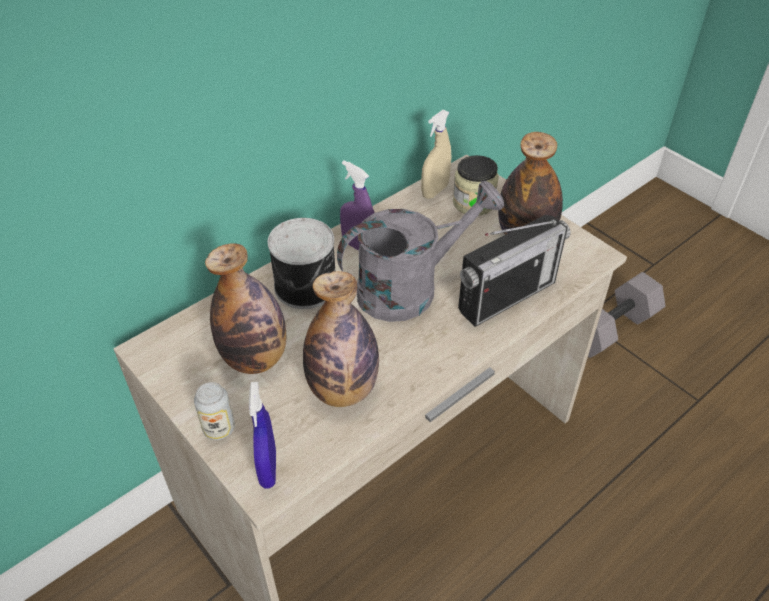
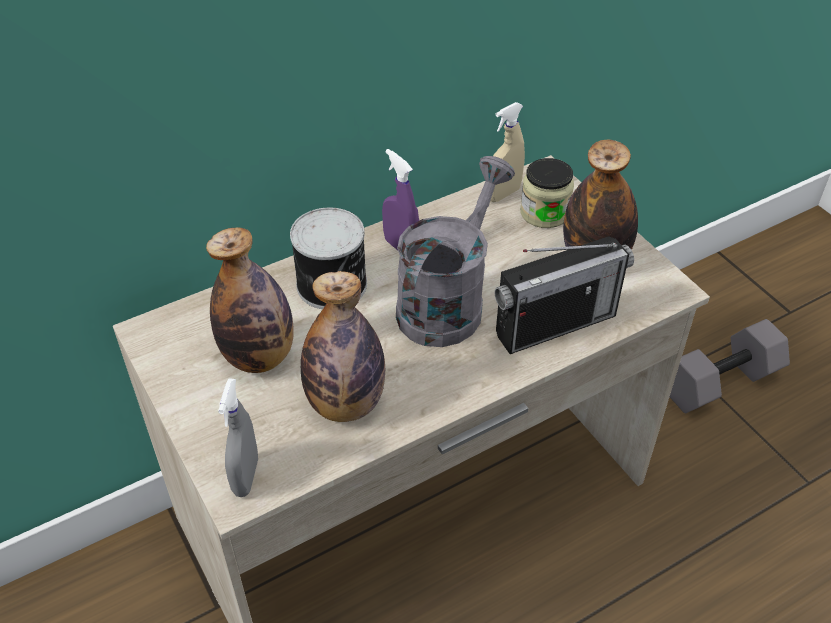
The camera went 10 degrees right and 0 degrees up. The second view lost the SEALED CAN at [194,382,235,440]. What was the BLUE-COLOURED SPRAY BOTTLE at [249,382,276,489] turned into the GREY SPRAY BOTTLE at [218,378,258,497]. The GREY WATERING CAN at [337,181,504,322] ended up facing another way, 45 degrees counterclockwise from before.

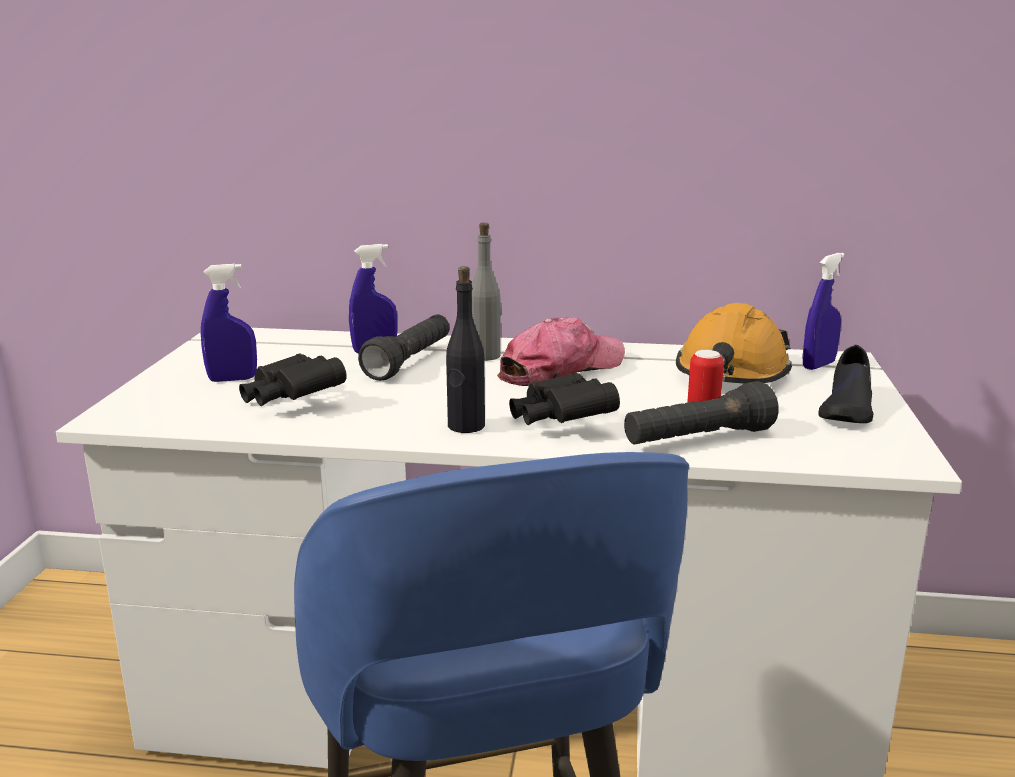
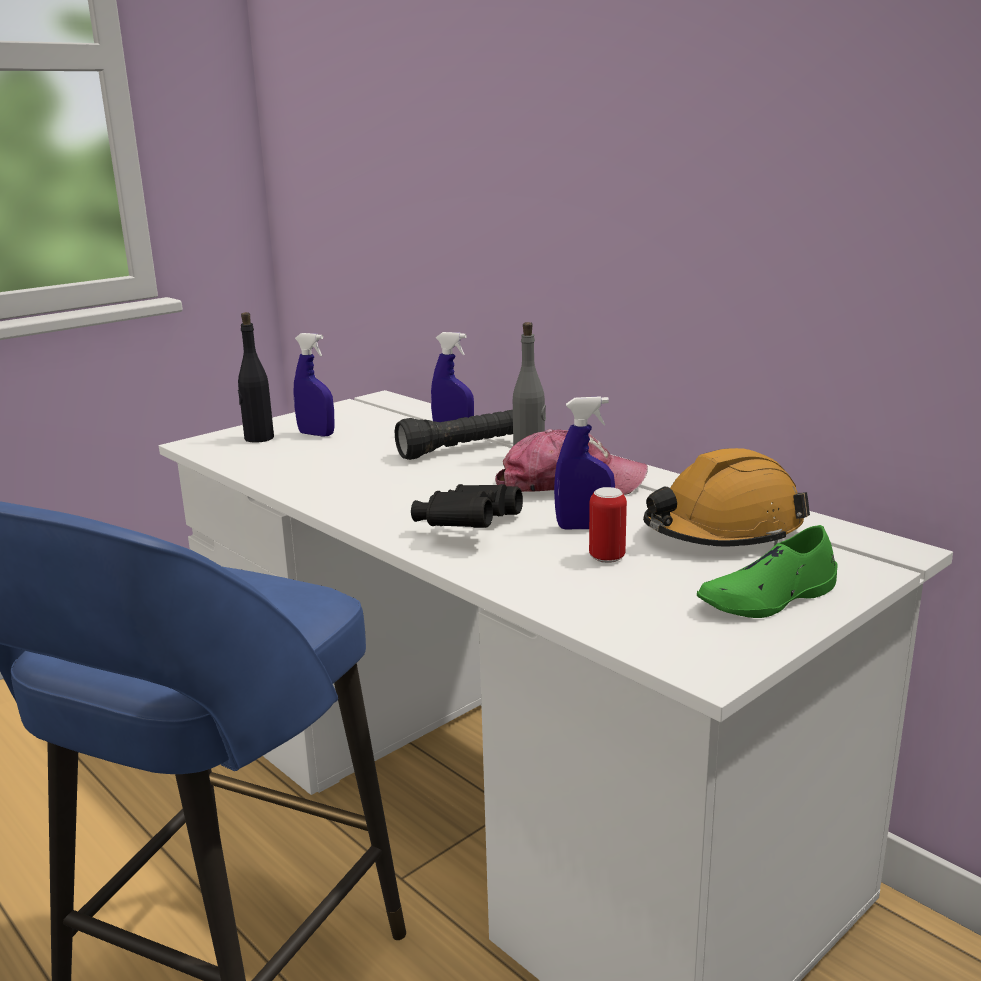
The camera went 40 degrees right and 0 degrees up. The second view lost the BLACK-COLOURED BINOCULARS at [239,354,347,406]. The second view lost the BLACK-COLOURED TORCH at [624,381,779,445]. The BLACK-COLOURED BOTTLE ended up elsewhere, having gone from [446,266,485,433] to [238,312,274,443]. The BLUE-COLOURED SPRAY BOTTLE ended up elsewhere, having gone from [803,253,845,370] to [554,396,615,529]. What was the BLACK-COLOURED SHOE at [818,345,874,423] turned into the GREEN SHOE at [697,525,838,618].

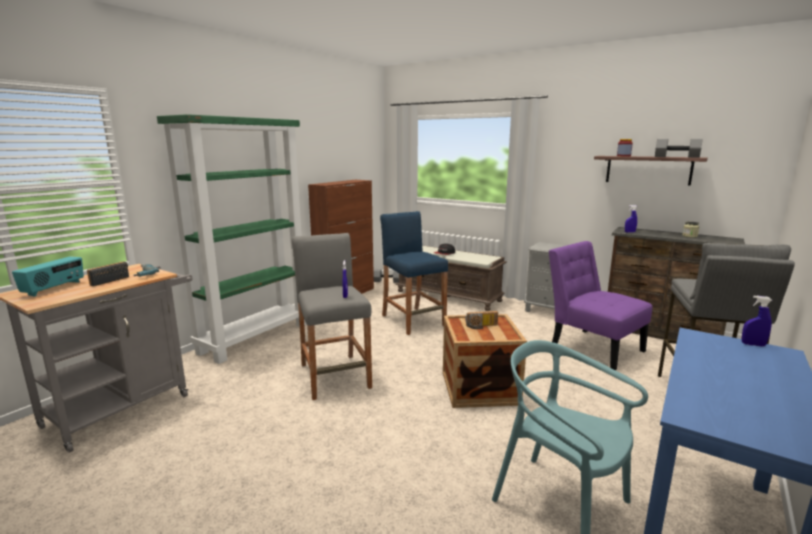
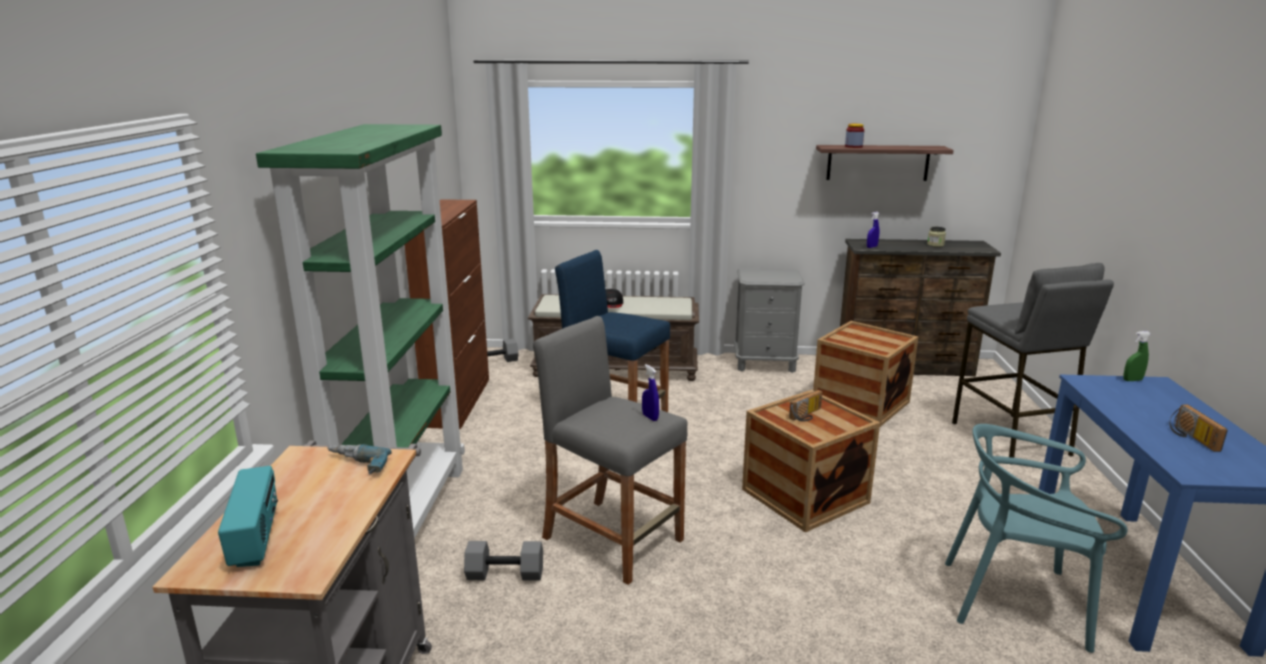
The camera went 30 degrees left and 5 degrees up. The RADIO RECEIVER ended up elsewhere, having gone from [87,261,129,286] to [1169,405,1228,452]. The GREY DUMBBELL ended up elsewhere, having gone from [655,139,703,158] to [464,541,543,581]. Where the PURPLISH PLAIN CHAIR stood at [549,241,653,370], the SHIPPING CRATE came to stand at [813,321,918,427]. What was the BLUE-COLOURED SPRAY BOTTLE at [741,296,772,347] turned into the GREEN SPRAY BOTTLE at [1123,331,1151,381].

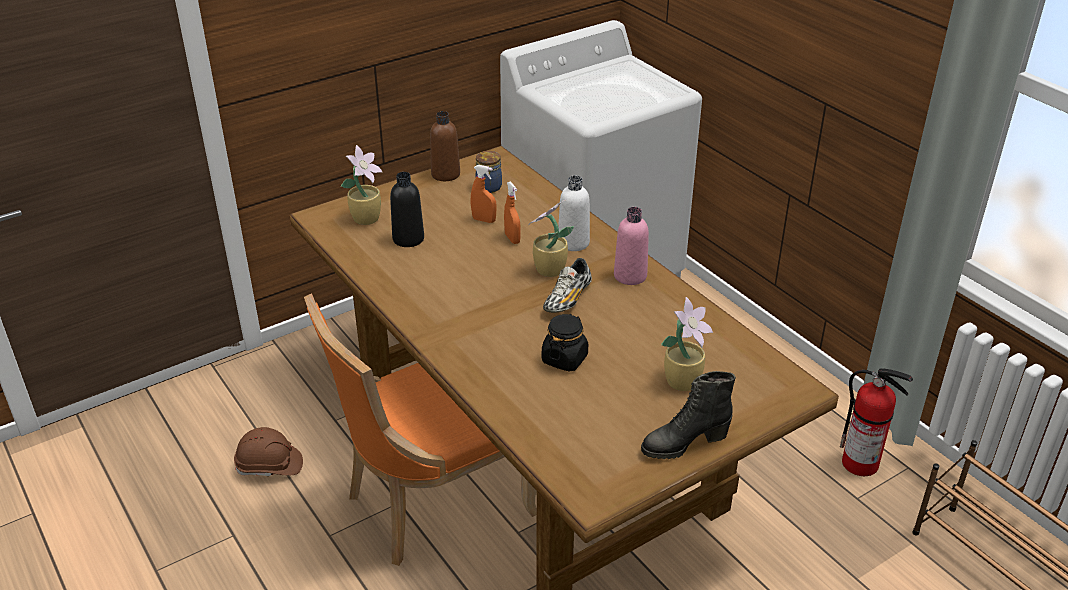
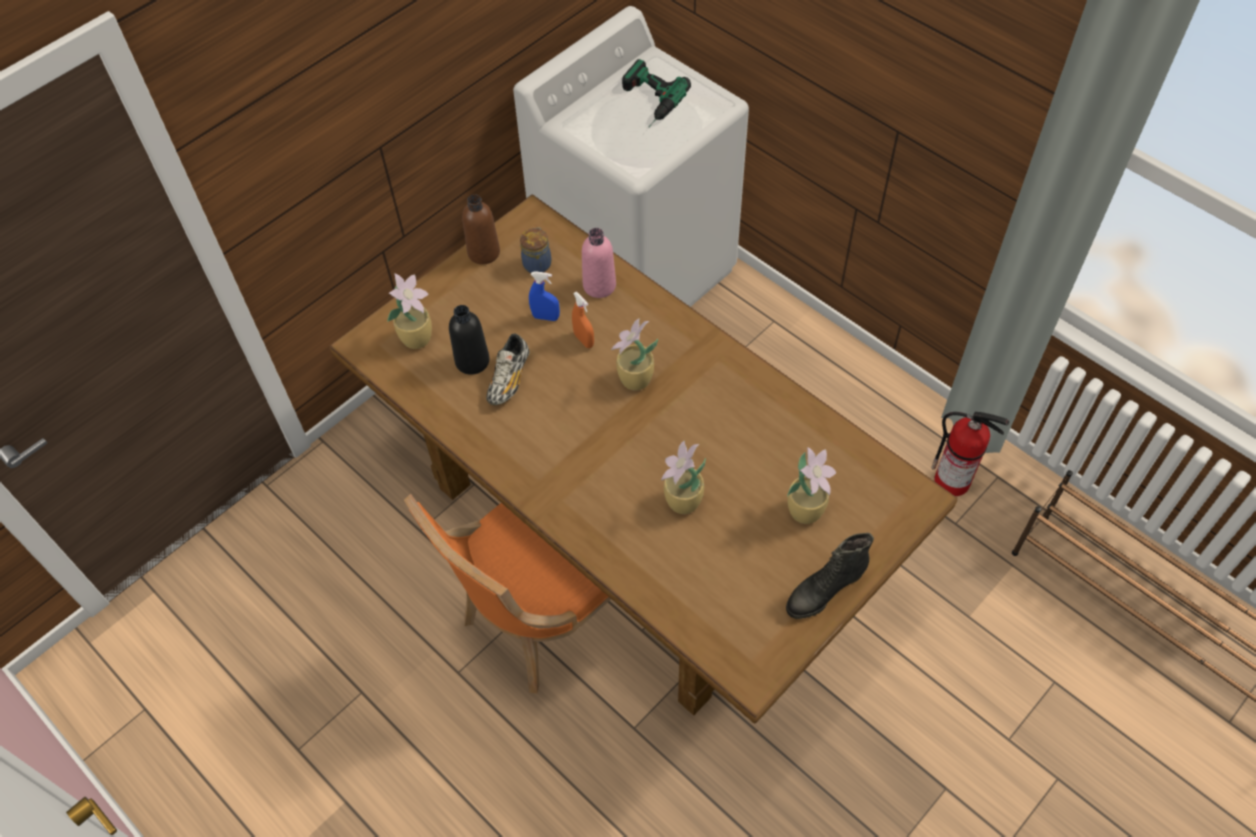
The camera went 10 degrees left and 20 degrees up. The second view lost the BROWNISH HARD HAT at [234,427,303,476]. The second view lost the WHITISH BOTTLE at [558,175,590,251]. The second view gained the POWER DRILL at [622,59,691,127]. The SHOE ended up elsewhere, having gone from [543,258,592,313] to [486,334,529,405]. The PINK-COLOURED BOTTLE ended up elsewhere, having gone from [614,207,649,285] to [582,228,616,298]. Where the BLACK-COLOURED STORAGE JAR stood at [542,314,588,372], the HOUSEPLANT came to stand at [661,441,706,514]. What was the ORANGE SPRAY BOTTLE at [471,165,496,223] turned into the BLUE-COLOURED SPRAY BOTTLE at [529,271,560,321].

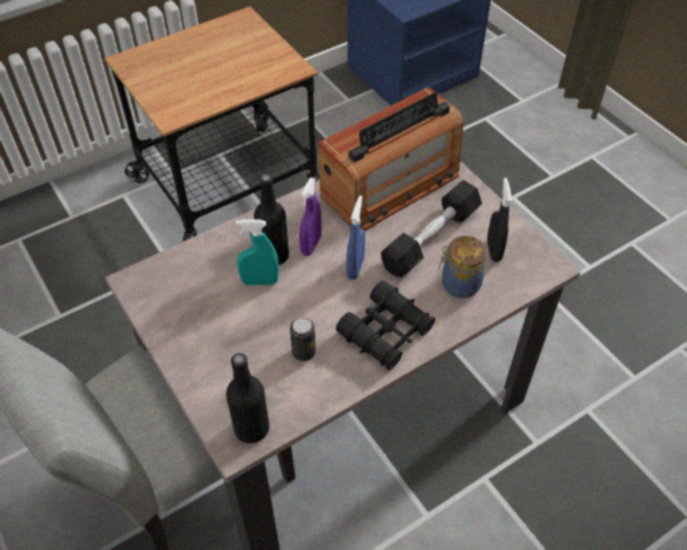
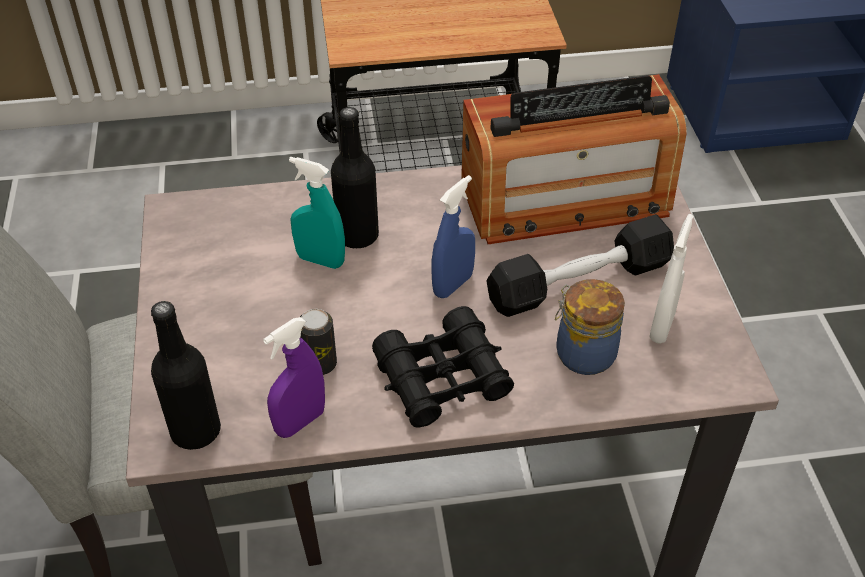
The camera went 25 degrees right and 5 degrees down. The PURPLISH SPRAY BOTTLE ended up elsewhere, having gone from [299,178,322,256] to [263,317,325,438]. What was the BLACK-COLOURED SPRAY BOTTLE at [487,178,512,262] turned into the WHITISH SPRAY BOTTLE at [649,214,693,344].

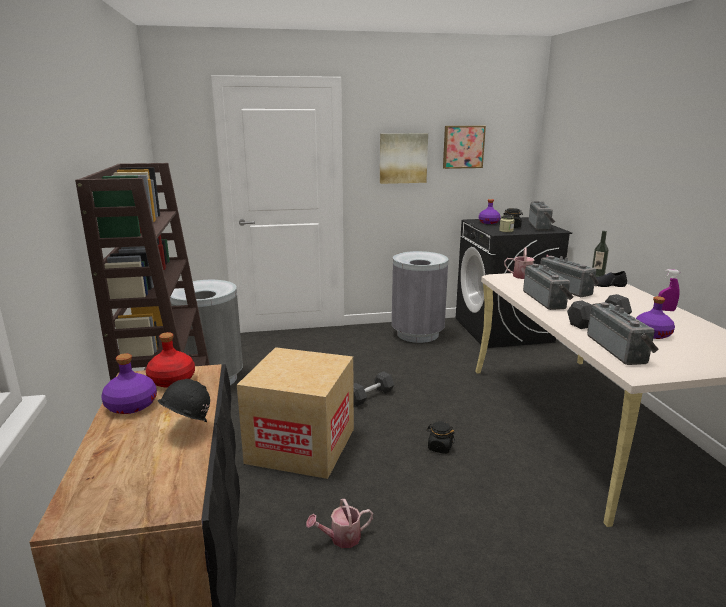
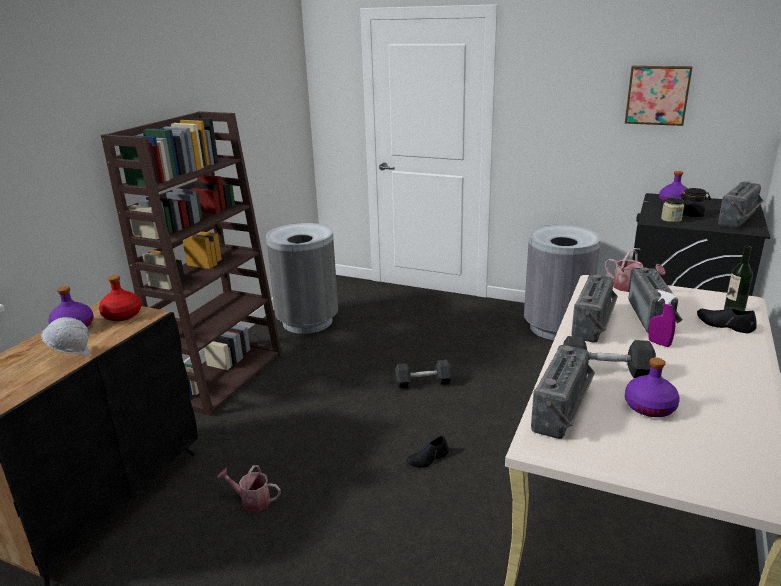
The camera went 35 degrees right and 5 degrees up. The second view lost the CARDBOARD BOX at [237,347,354,479]. The second view lost the WALL ART at [380,133,428,184]. The PURPLISH SPRAY BOTTLE ended up elsewhere, having gone from [658,269,680,311] to [648,290,676,347]. Where the BLACK-COLOURED STORAGE JAR stood at [426,421,455,454], the BLACK-COLOURED SHOE came to stand at [406,436,449,468]. What was the BLACK-COLOURED HARD HAT at [158,379,210,422] turned into the WHITISH HARD HAT at [41,317,90,356].

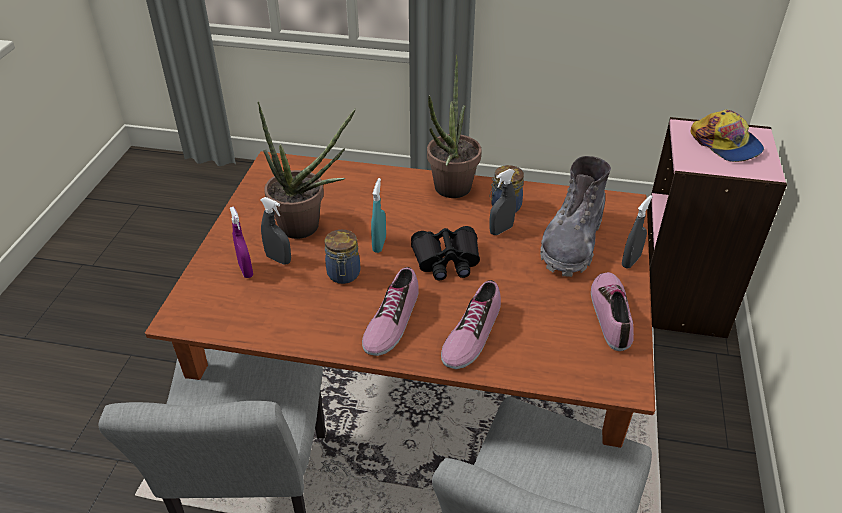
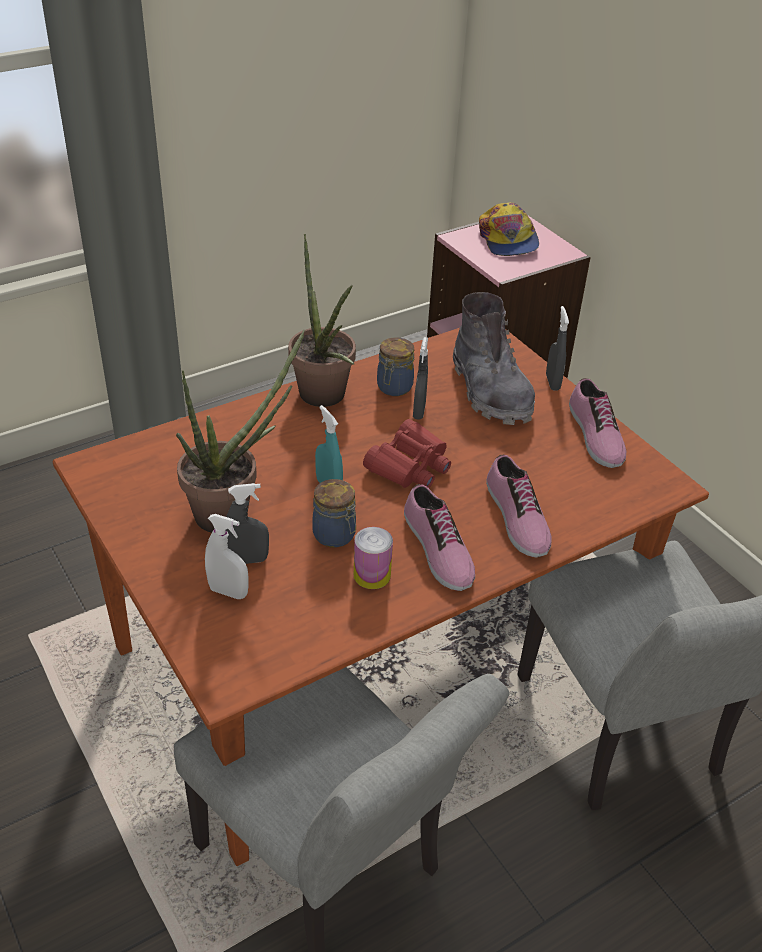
The camera went 45 degrees left and 0 degrees up. The second view gained the SEALED CAN at [354,527,393,589]. What was the PURPLISH SPRAY BOTTLE at [230,207,253,278] turned into the WHITISH SPRAY BOTTLE at [205,514,248,599]. What was the BLACK-COLOURED BINOCULARS at [411,226,480,280] turned into the REDDISH BINOCULARS at [363,419,451,488]. The SHOE at [591,272,634,351] ended up facing another way, 150 degrees counterclockwise from before. The BASEBALL CAP at [690,109,764,162] ended up facing another way, 60 degrees clockwise from before.

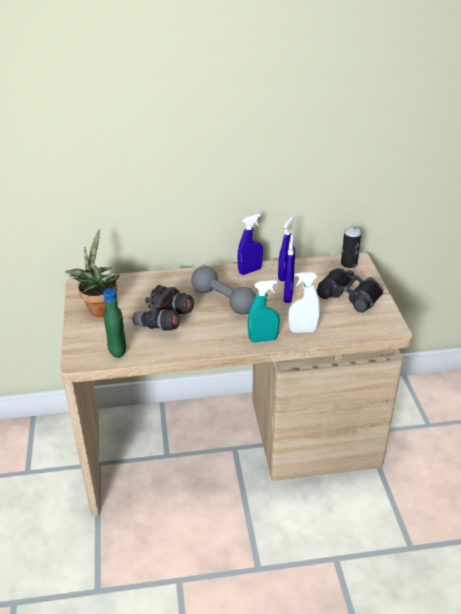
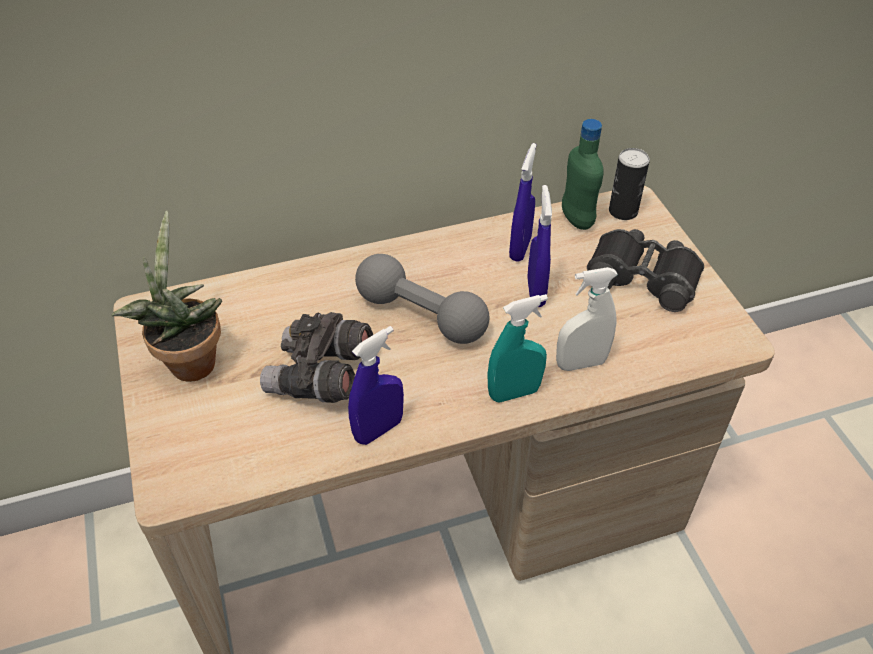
The camera went 10 degrees left and 10 degrees up. The GREEN BOTTLE ended up elsewhere, having gone from [103,288,126,358] to [562,119,604,230]. The BLUE-COLOURED SPRAY BOTTLE ended up elsewhere, having gone from [238,214,263,275] to [348,326,404,445].

